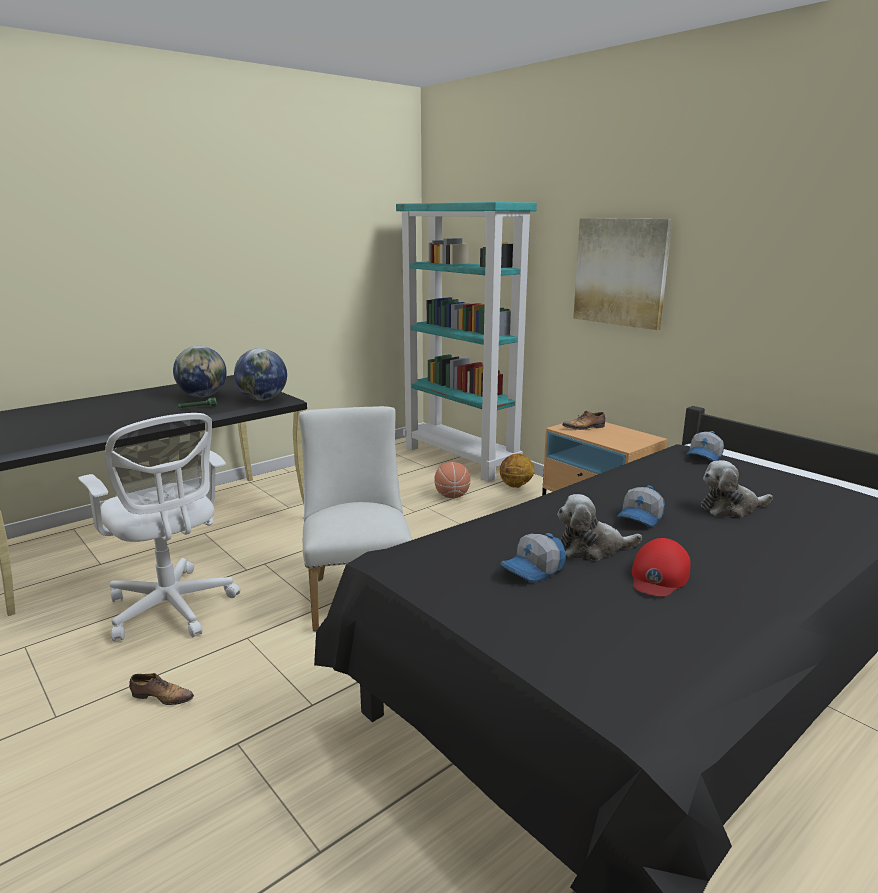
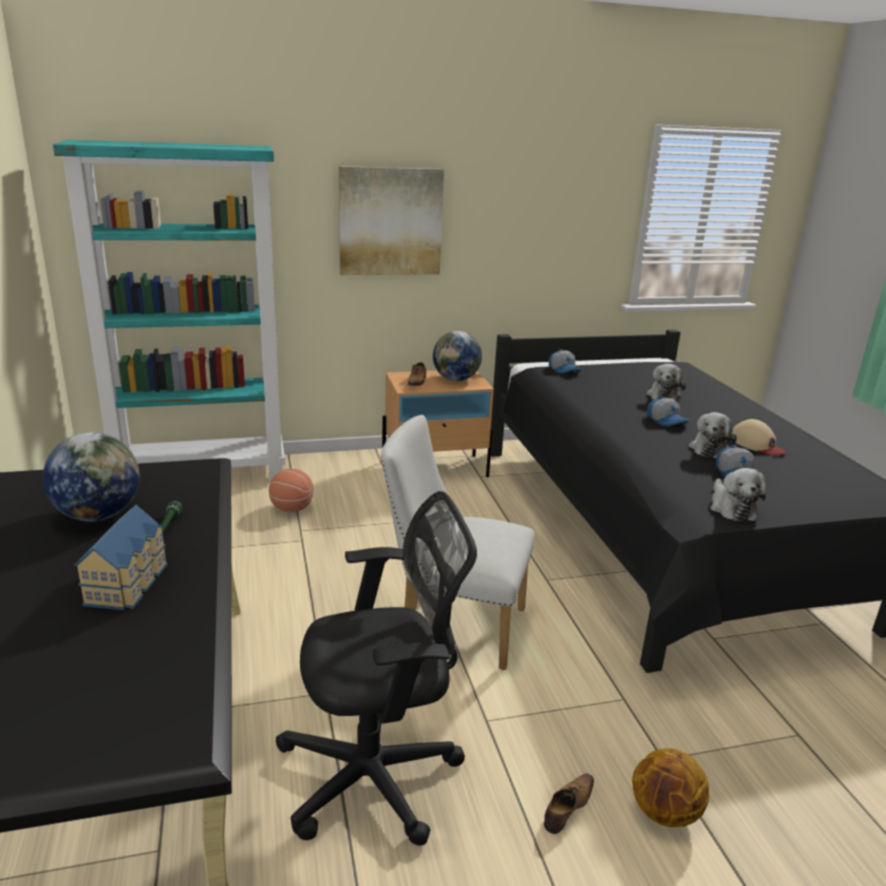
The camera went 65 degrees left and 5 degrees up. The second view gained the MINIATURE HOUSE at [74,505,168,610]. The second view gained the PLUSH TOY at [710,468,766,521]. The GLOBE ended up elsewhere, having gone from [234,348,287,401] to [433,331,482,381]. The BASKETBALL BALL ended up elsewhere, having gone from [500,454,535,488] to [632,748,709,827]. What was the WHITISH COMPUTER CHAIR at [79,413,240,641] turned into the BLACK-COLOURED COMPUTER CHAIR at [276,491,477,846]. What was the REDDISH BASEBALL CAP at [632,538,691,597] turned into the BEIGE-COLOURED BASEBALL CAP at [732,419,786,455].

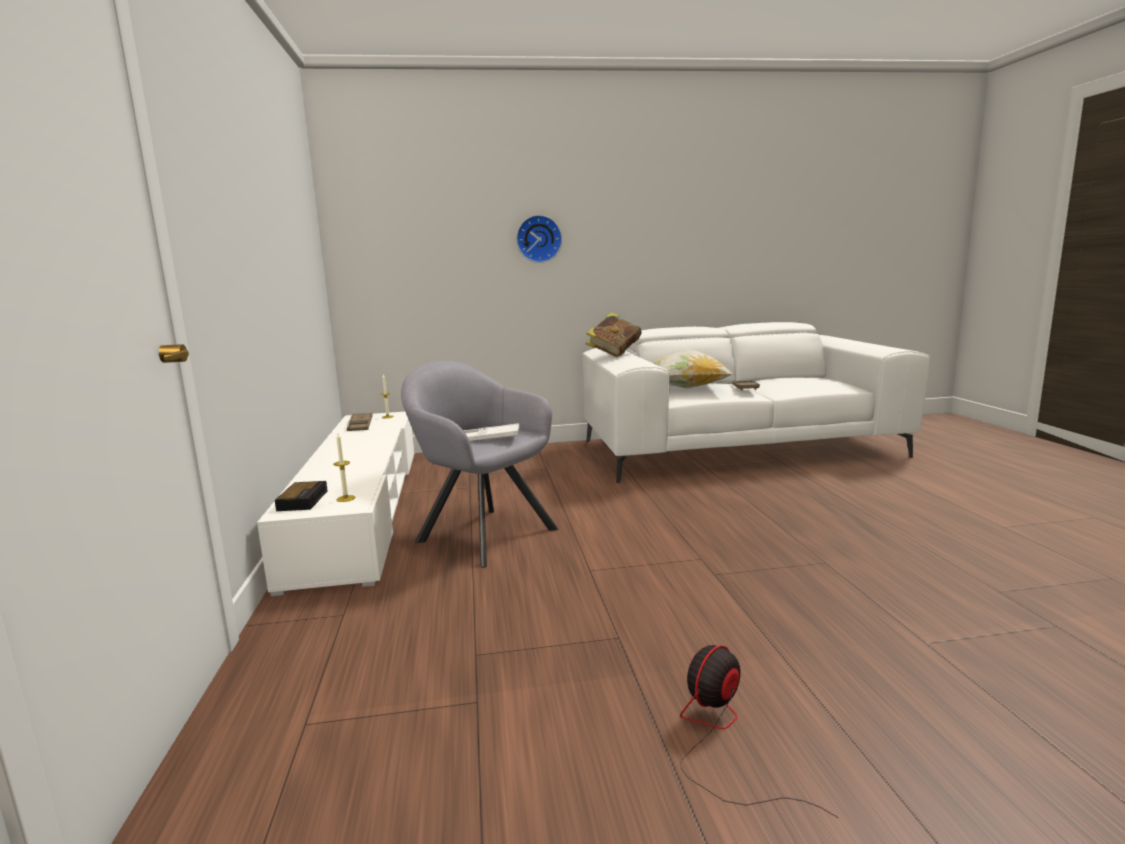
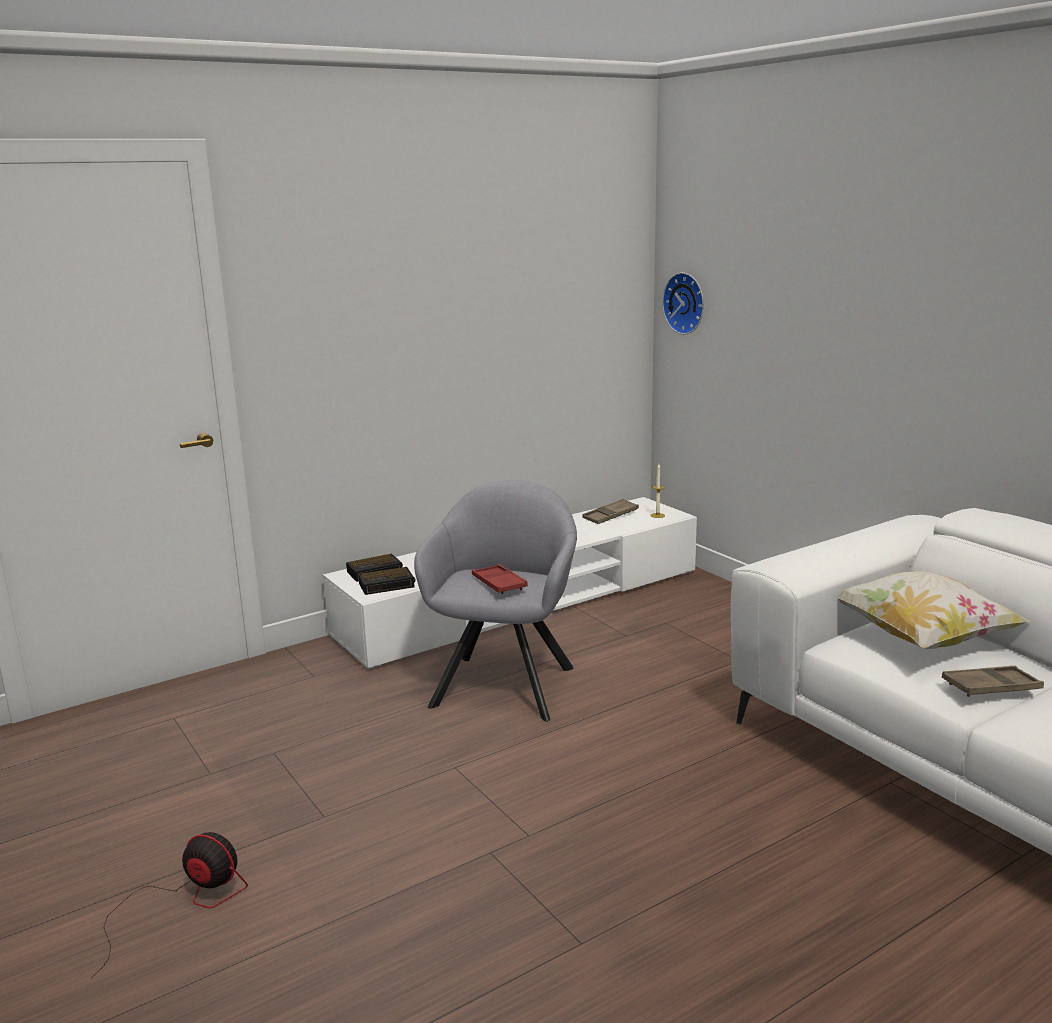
The camera went 65 degrees right and 5 degrees up. The second view lost the VOLUME at [586,312,642,357]. The HANGING CLOCK ended up elsewhere, having gone from [516,215,562,263] to [662,272,704,335]. Where the WAX CANDLE stood at [333,434,356,502], the TABLE CLOCK came to stand at [358,567,416,595]. What was the WHITISH CARRYING TRAY at [464,423,520,442] turned into the REDDISH CARRYING TRAY at [472,564,528,594].

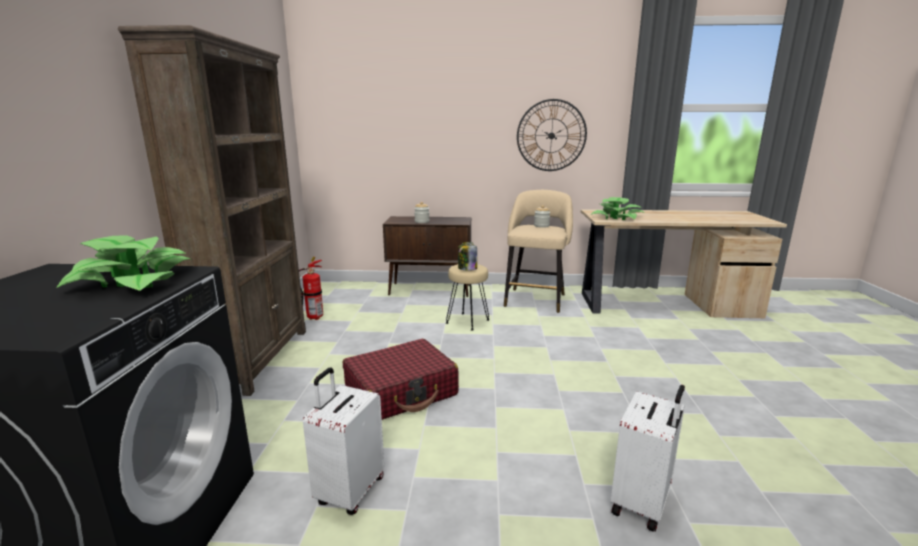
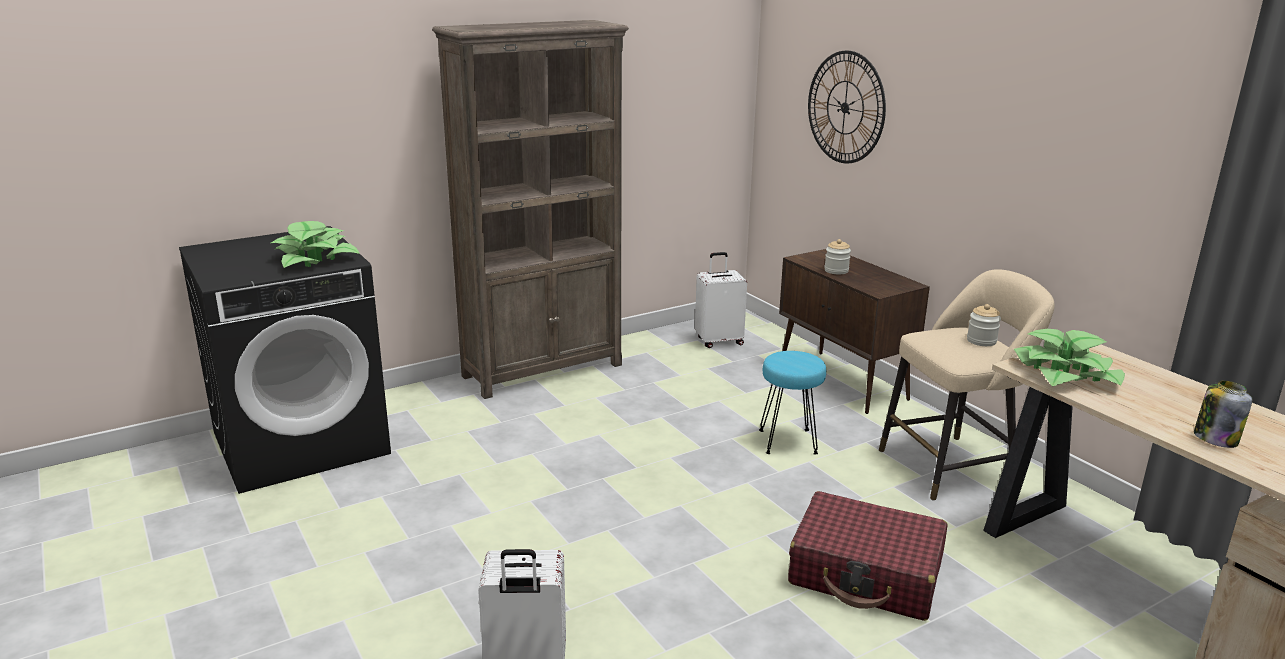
The camera went 55 degrees right and 5 degrees up. The second view lost the FIRE-FIGHTING CYLINDER at [299,256,323,320]. The WHITISH TRAVEL CASE ended up elsewhere, having gone from [303,368,384,515] to [695,252,747,348]. The REDDISH TRAVEL CASE ended up elsewhere, having gone from [343,339,459,420] to [788,491,947,621]. The STORAGE JAR ended up elsewhere, having gone from [458,242,477,271] to [1194,380,1252,448]. The HANGING CLOCK ended up elsewhere, having gone from [517,99,587,171] to [808,51,886,163]. What was the BEIGE-COLOURED STOOL SEAT at [446,264,490,331] turned into the BLUE-GREEN STOOL SEAT at [759,351,826,455].

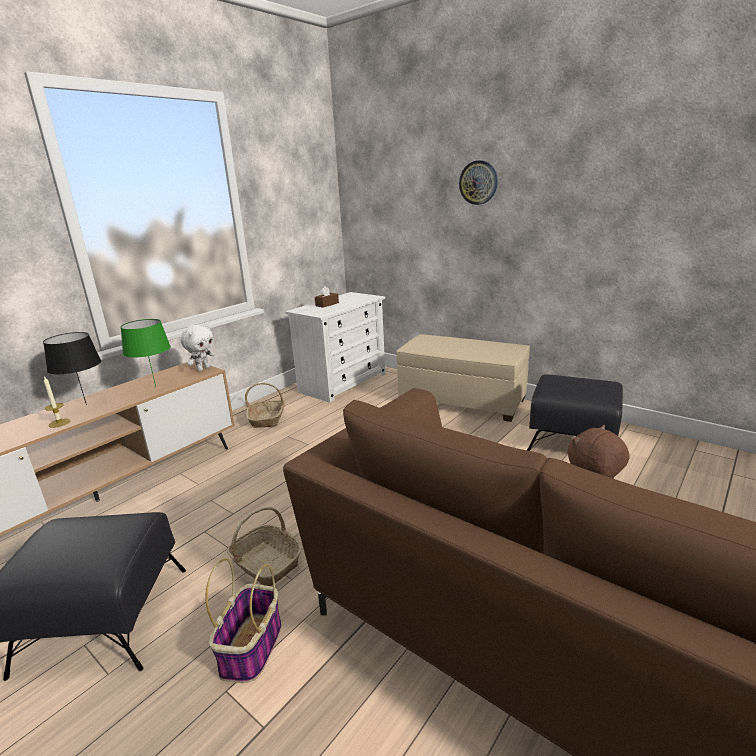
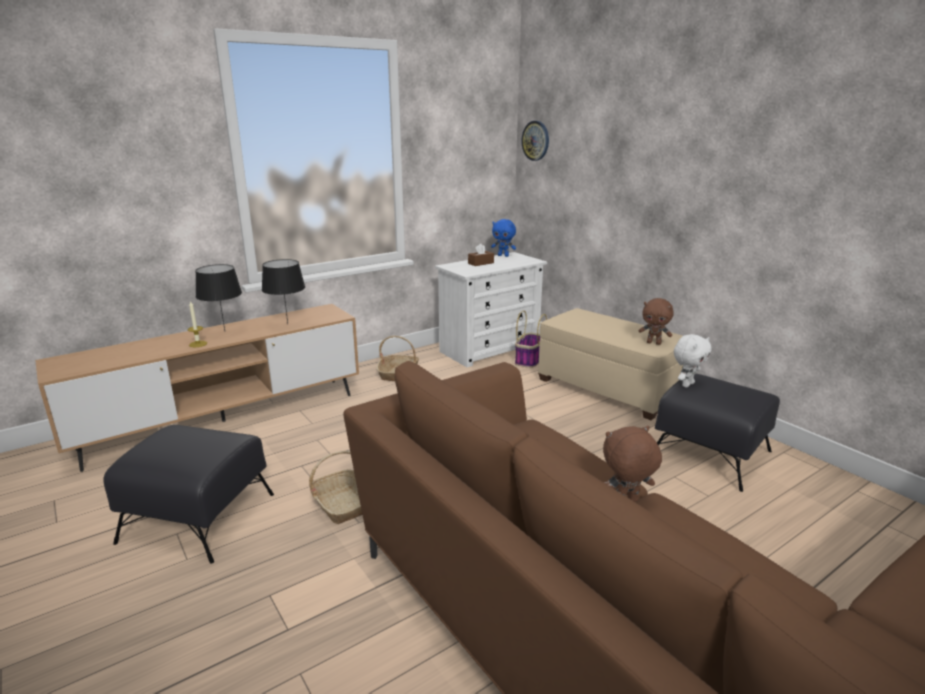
The camera went 15 degrees right and 0 degrees up. The second view gained the BLUE-COLOURED PLUSH TOY at [491,219,516,257]. The second view gained the BROWNISH PLUSH TOY at [639,298,674,345]. The WHITISH PLUSH TOY ended up elsewhere, having gone from [181,325,215,371] to [674,334,711,387]. The HOUSEHOLD BASKET ended up elsewhere, having gone from [205,558,282,683] to [515,310,547,368]. The HANGING CLOCK ended up elsewhere, having gone from [459,160,498,205] to [521,121,549,161]. What was the GREEN TABLE LAMP at [120,319,171,387] turned into the BLACK-COLOURED TABLE LAMP at [262,259,305,324].

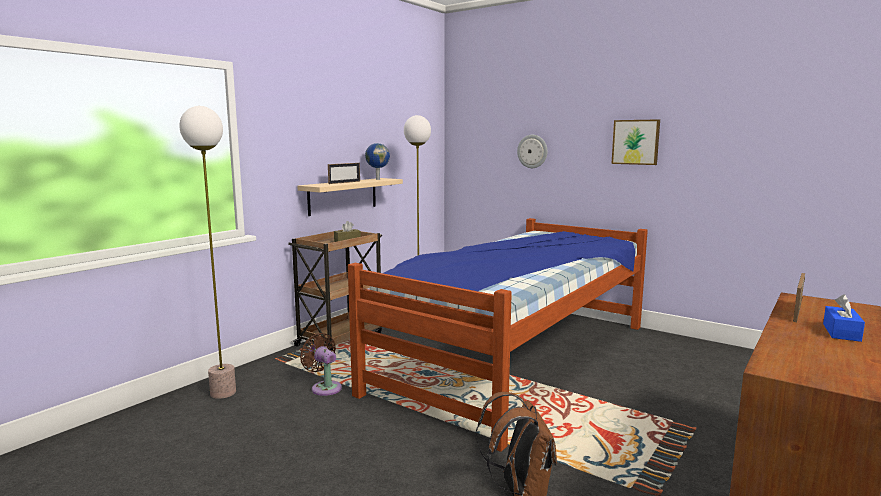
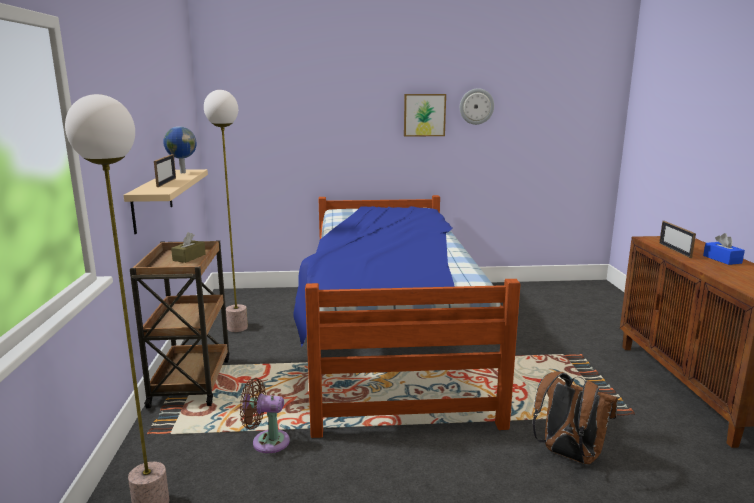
The camera went 40 degrees left and 5 degrees up. The HANGING CLOCK ended up elsewhere, having gone from [517,135,548,168] to [460,88,494,125].

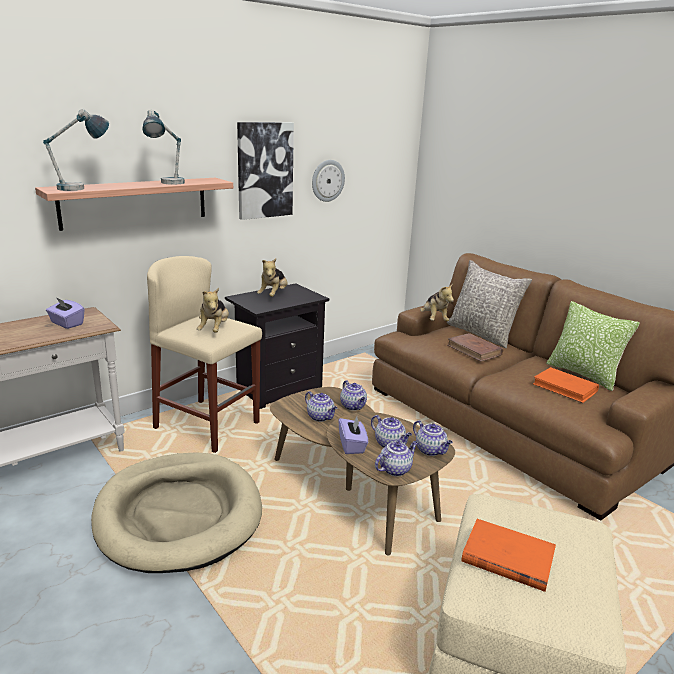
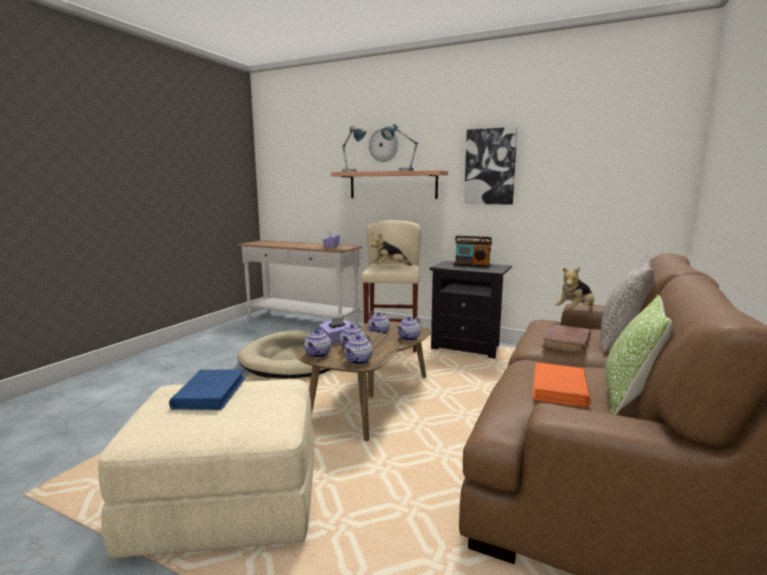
The camera went 65 degrees right and 10 degrees down. The HANGING CLOCK ended up elsewhere, having gone from [312,160,345,202] to [369,128,398,162]. Where the PLUSH TOY stood at [257,258,288,297], the RADIO RECEIVER came to stand at [453,235,492,268]. What was the ORANGE VOLUME at [461,519,556,592] turned into the BLUE-COLOURED VOLUME at [169,370,246,410]. The TEA POT at [375,441,418,476] ended up facing another way, 75 degrees clockwise from before.

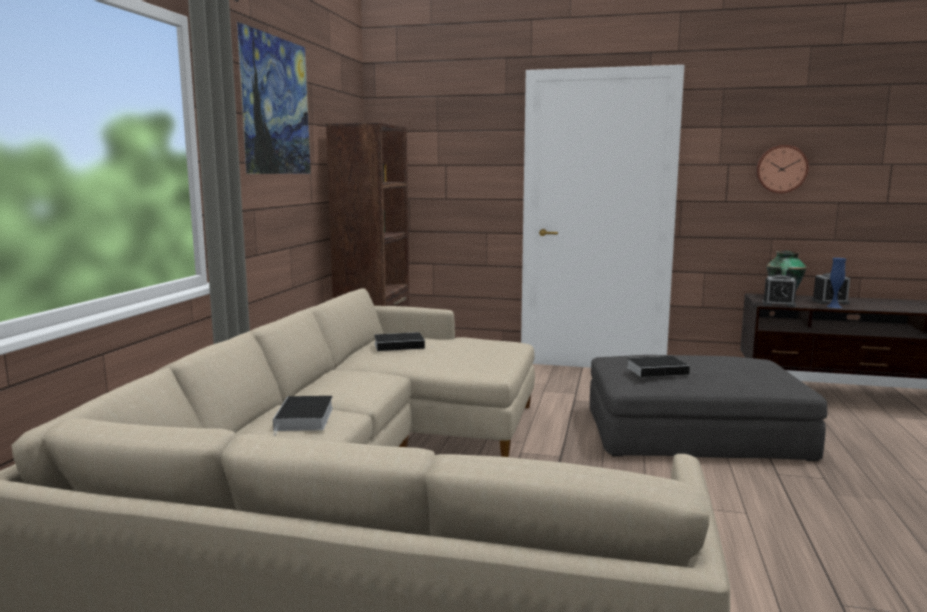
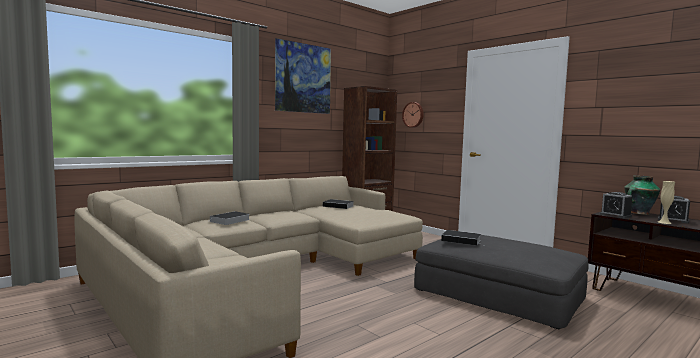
The camera went 35 degrees right and 5 degrees down. The HANGING CLOCK ended up elsewhere, having gone from [756,145,809,194] to [402,102,424,128]. What was the BLUE-COLOURED FLOWER VASE at [827,258,846,308] turned into the BEIGE-COLOURED FLOWER VASE at [658,181,675,224].

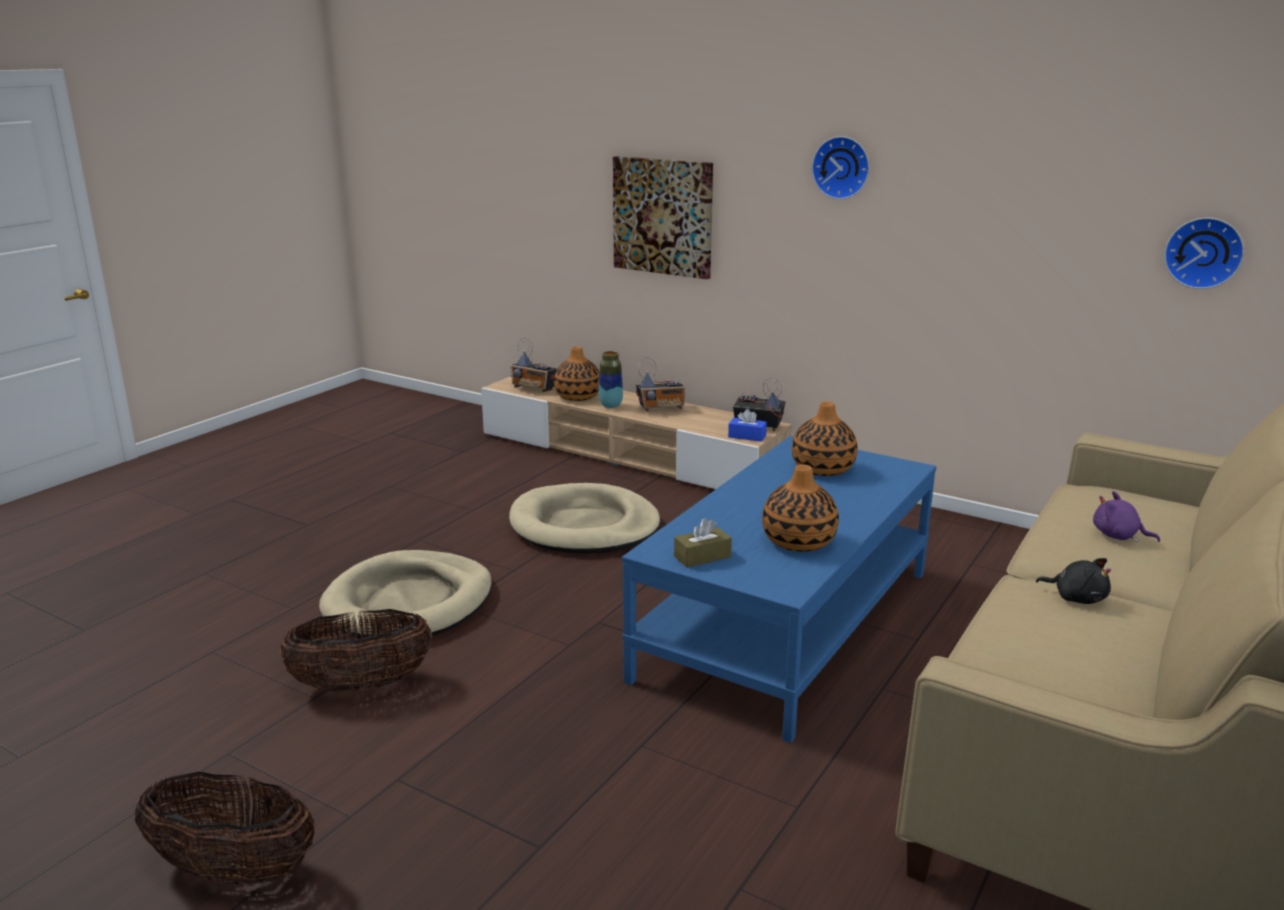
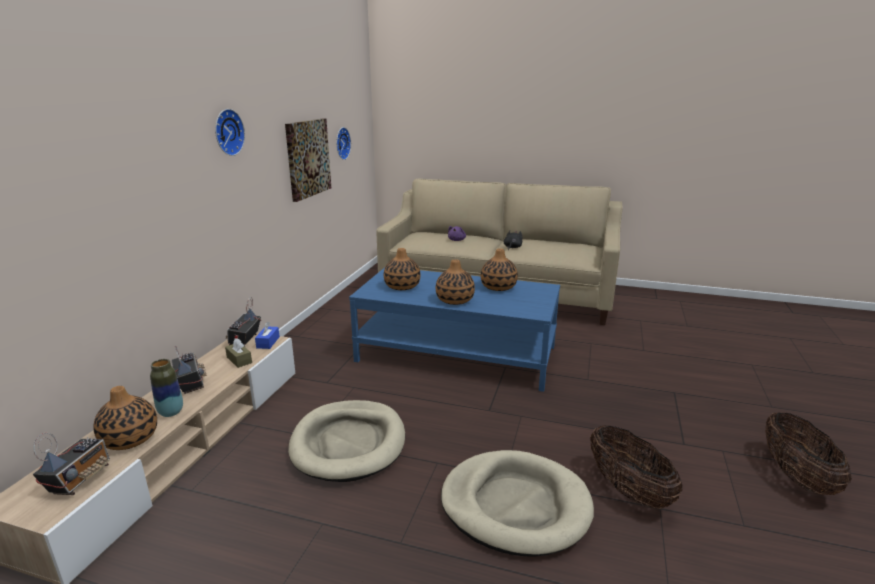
The camera went 105 degrees left and 0 degrees up. The second view gained the FLOWER VASE at [436,259,475,305]. The WALL ART ended up elsewhere, having gone from [613,156,713,279] to [285,118,331,202]. The BROWNISH TISSUE HOLDER ended up elsewhere, having gone from [674,518,732,568] to [225,338,252,368].

